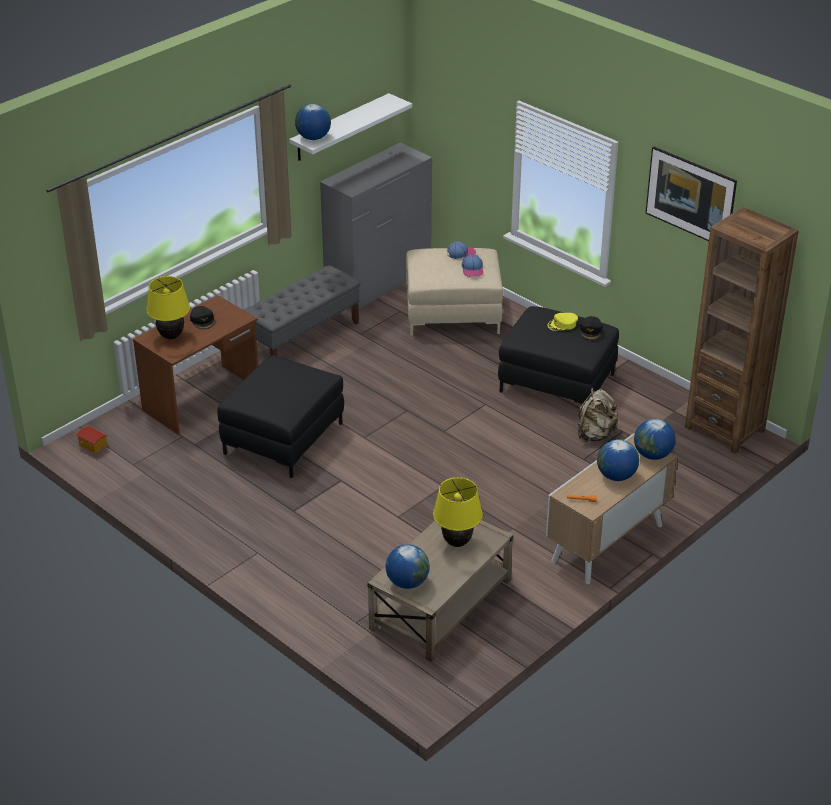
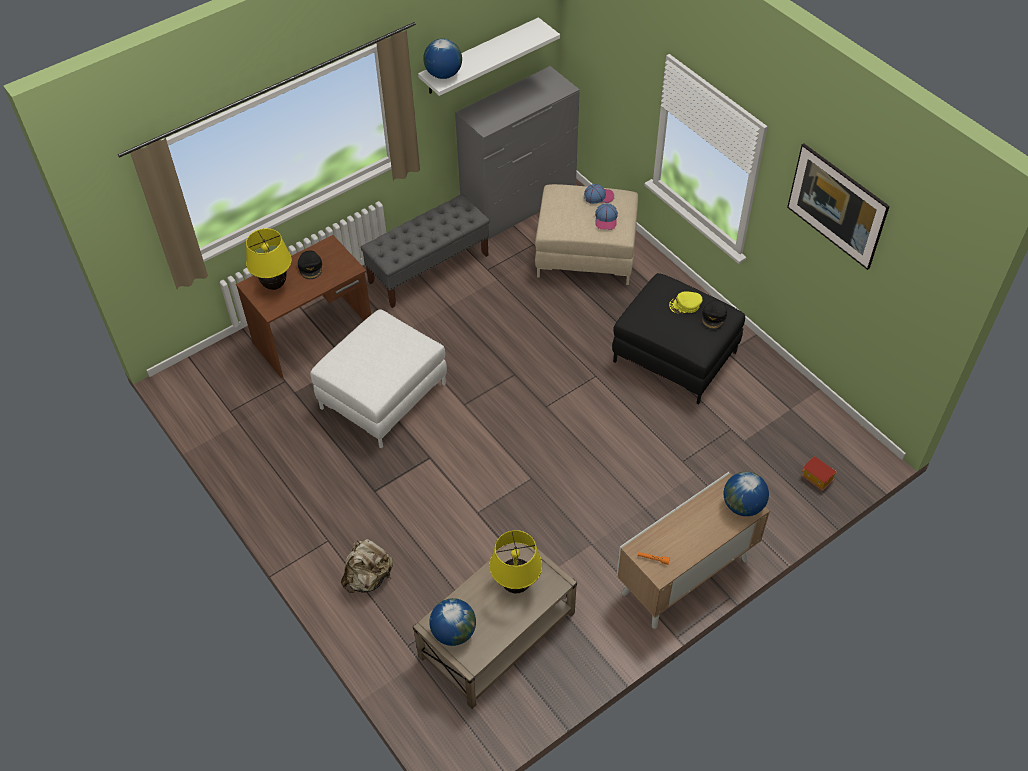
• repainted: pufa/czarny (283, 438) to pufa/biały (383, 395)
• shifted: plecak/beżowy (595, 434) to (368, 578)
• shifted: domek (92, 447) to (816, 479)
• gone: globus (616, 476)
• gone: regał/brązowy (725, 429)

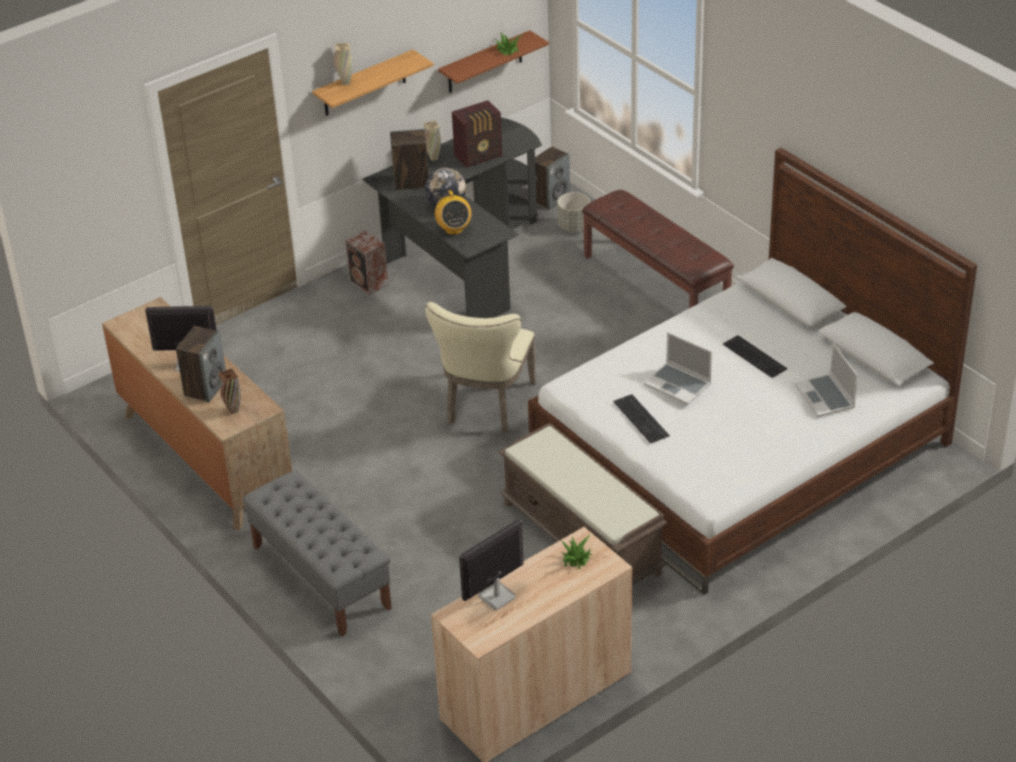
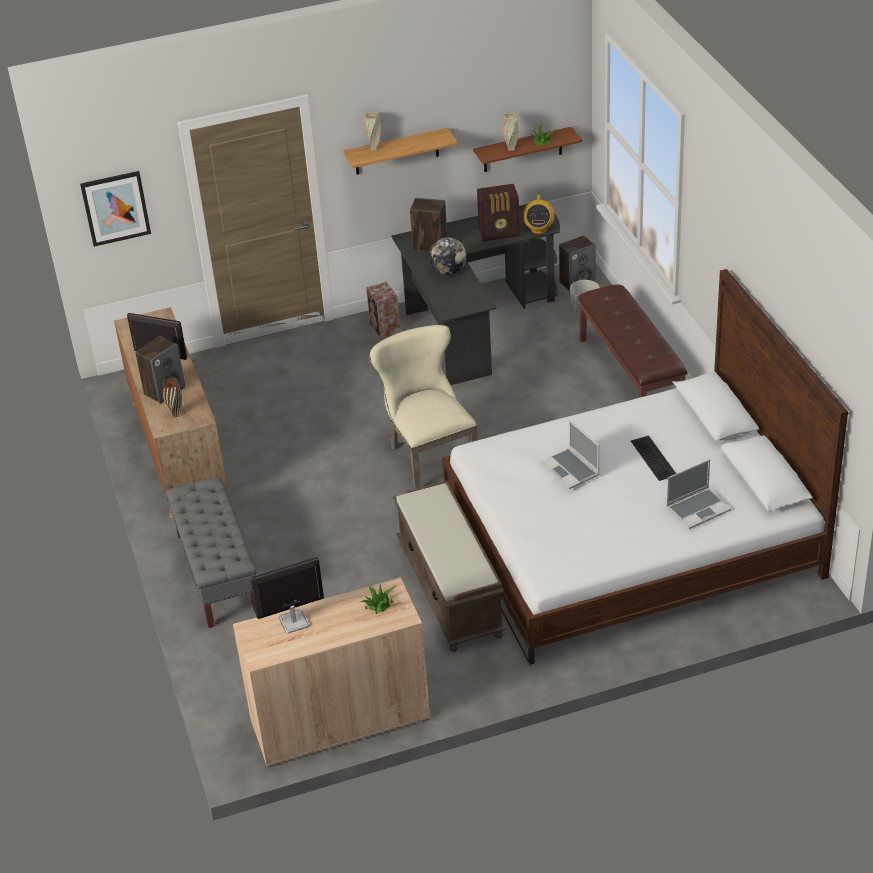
• new: obraz (115, 208)
• rotated: krzesło/beżowy (486, 406) = (428, 456) 120 degrees clockwise
• shifted: wazon/beżowy (433, 158) to (511, 148)
• shifted: radio (453, 229) to (538, 229)
• rotated: laptop (825, 397) = (698, 509) 120 degrees counterclockwise
• gone: klawiatura (642, 418)

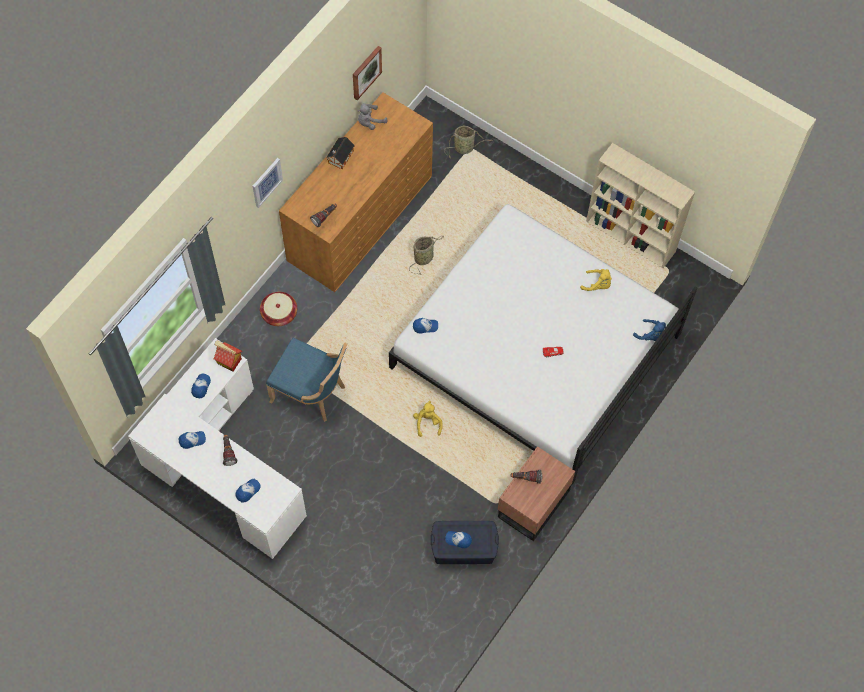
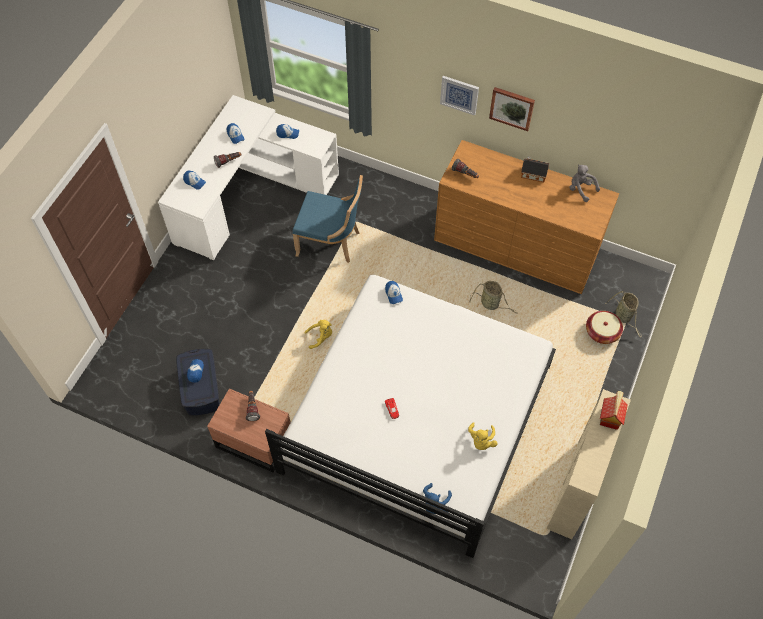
• rotated: krzesło/niebieski (311, 393) = (331, 242) 90 degrees counterclockwise
• shifted: obraz (366, 72) to (512, 108)
• shifted: koszyk (279, 314) to (602, 332)
• shifted: domek (228, 361) to (610, 417)

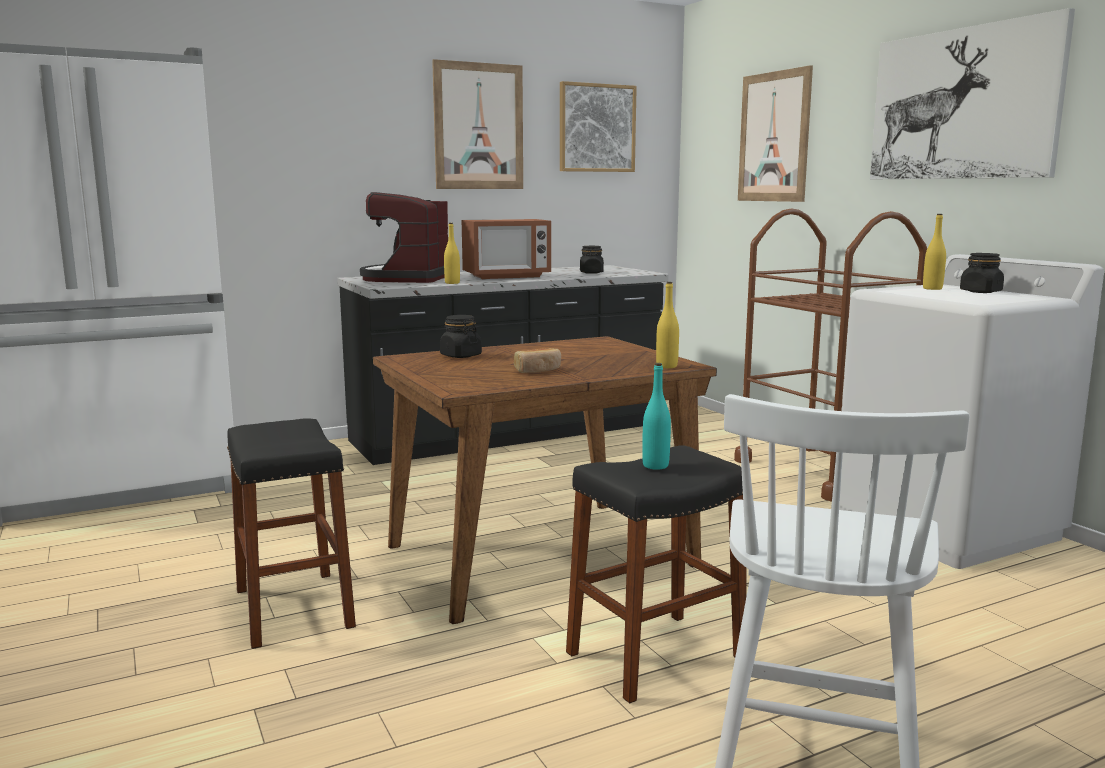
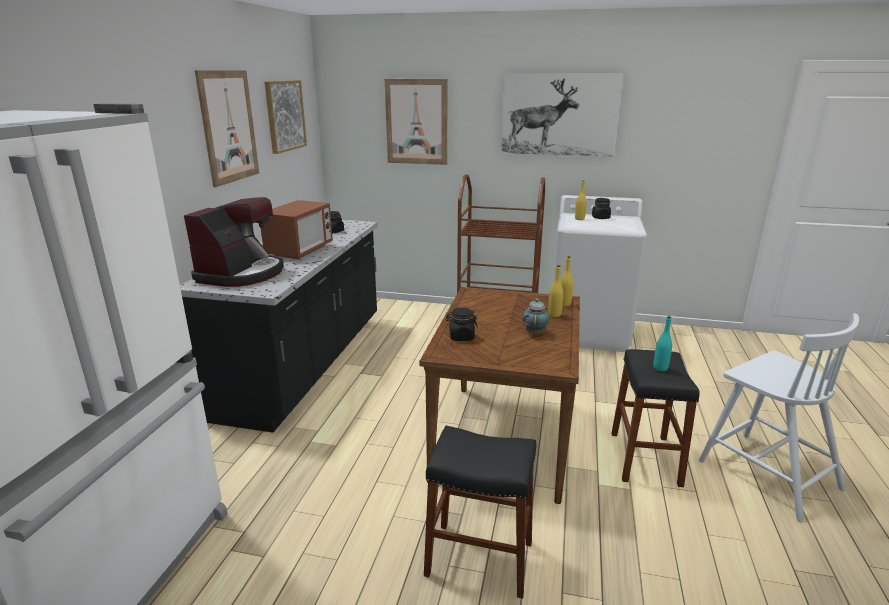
• rotated: ekspres do kawy (407, 278) = (242, 274) 120 degrees counterclockwise
• swapped: chleb (538, 370) to imbryk (535, 332)
• shifted: butelka/żółty (452, 283) to (554, 314)

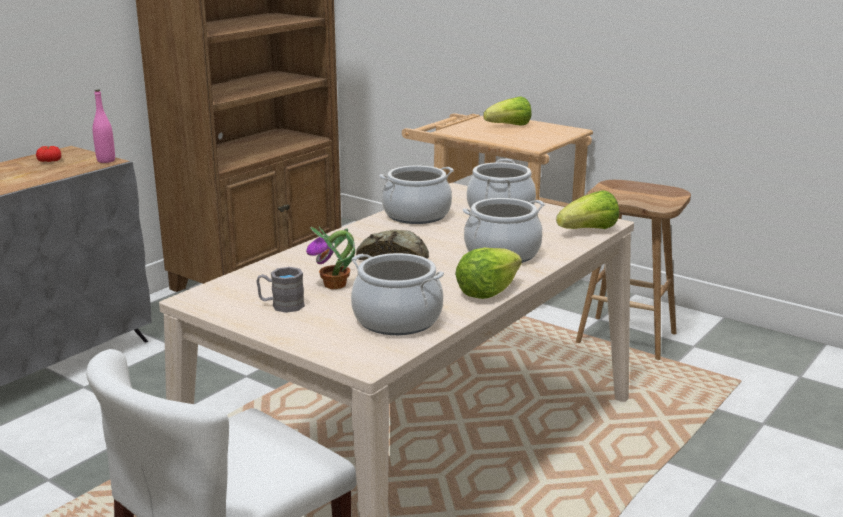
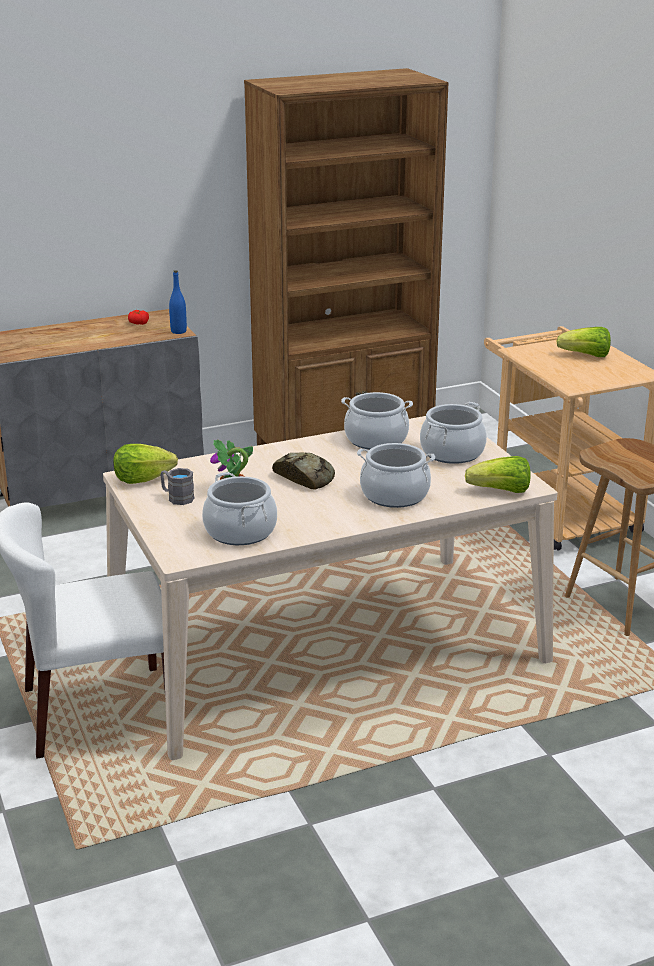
• shifted: sałata (487, 292) to (142, 479)
• repainted: butelka/różowy (106, 160) to butelka/niebieski (178, 331)

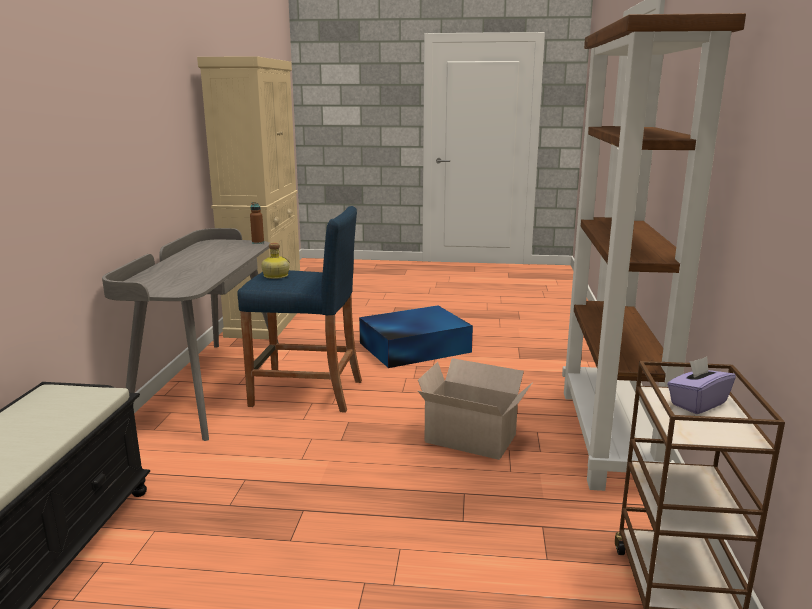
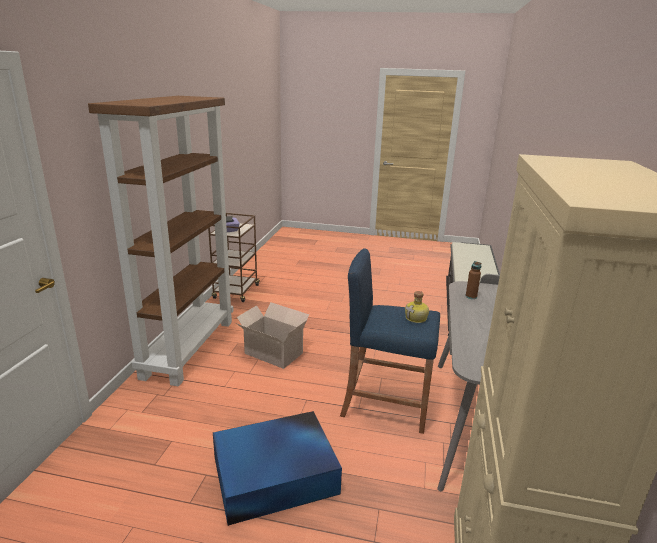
• shifted: butelka/brązowy (258, 242) to (471, 296)

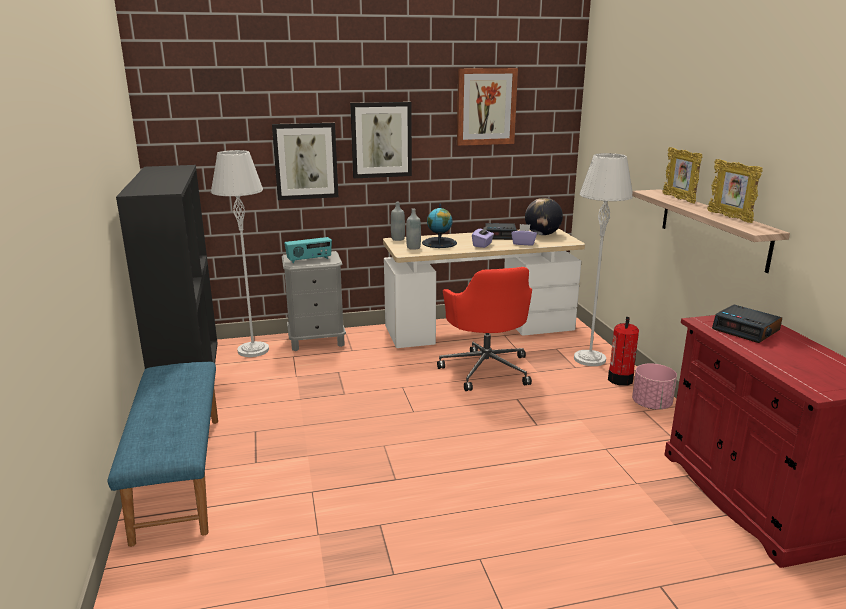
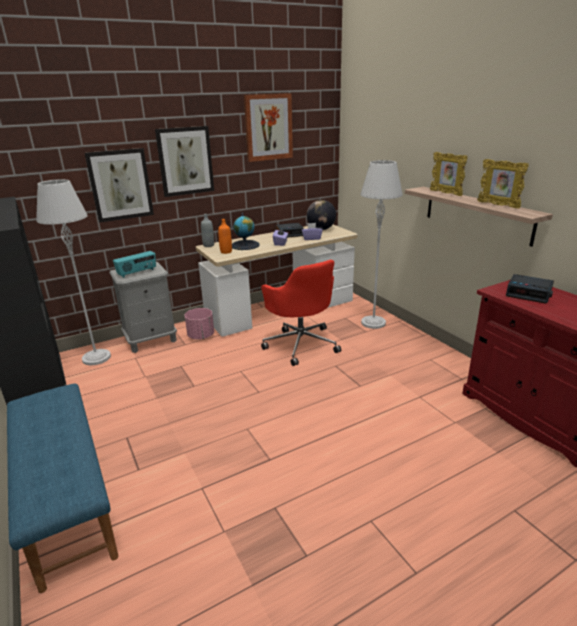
• shifted: donica/różowy (651, 404) to (201, 336)
• repainted: butelka/szary (413, 247) to butelka/pomarańczowy (226, 252)
• gone: gaśnica (620, 379)

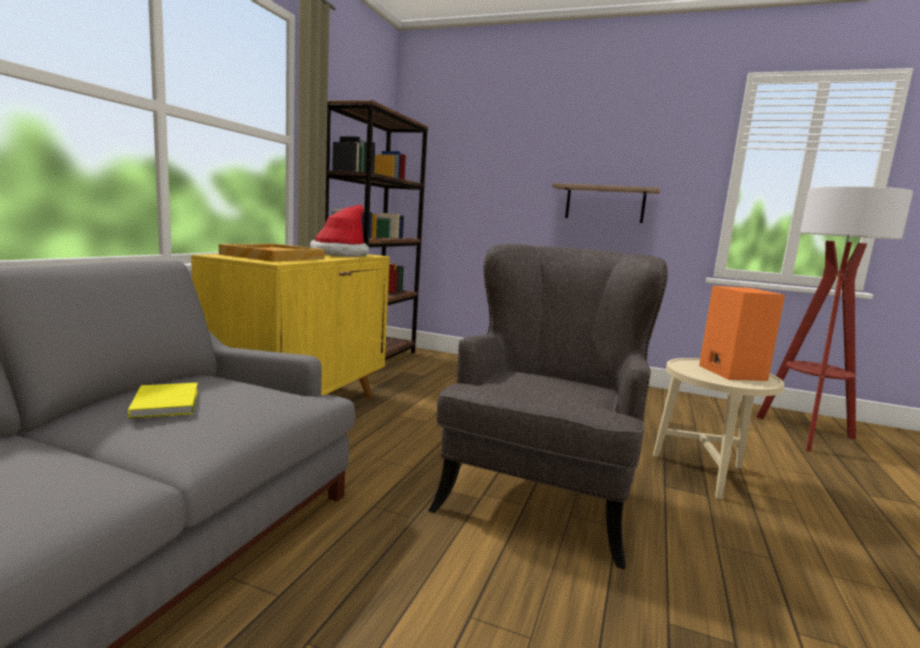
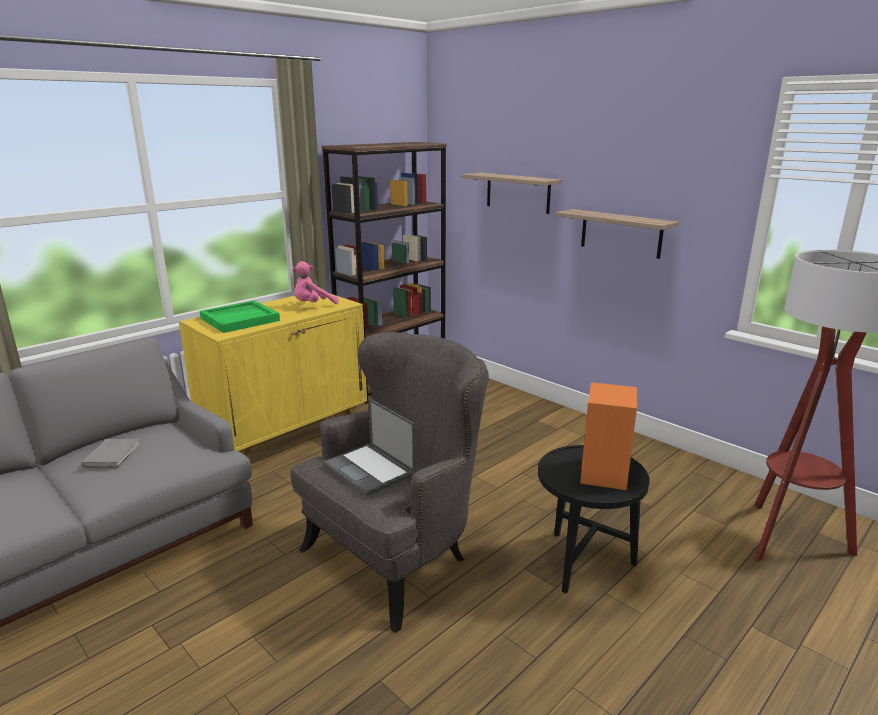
• repainted: książka/żółty (167, 402) to książka/szary (114, 454)
• repainted: taca/beżowy (273, 256) to taca/zielony (240, 319)
• swapped: kapelusz (339, 254) to pluszak/różowy (313, 305)
• new: laptop (370, 469)
• new: półka (518, 192)
• repainted: stolik/beżowy (704, 474) to stolik/czarny (583, 564)

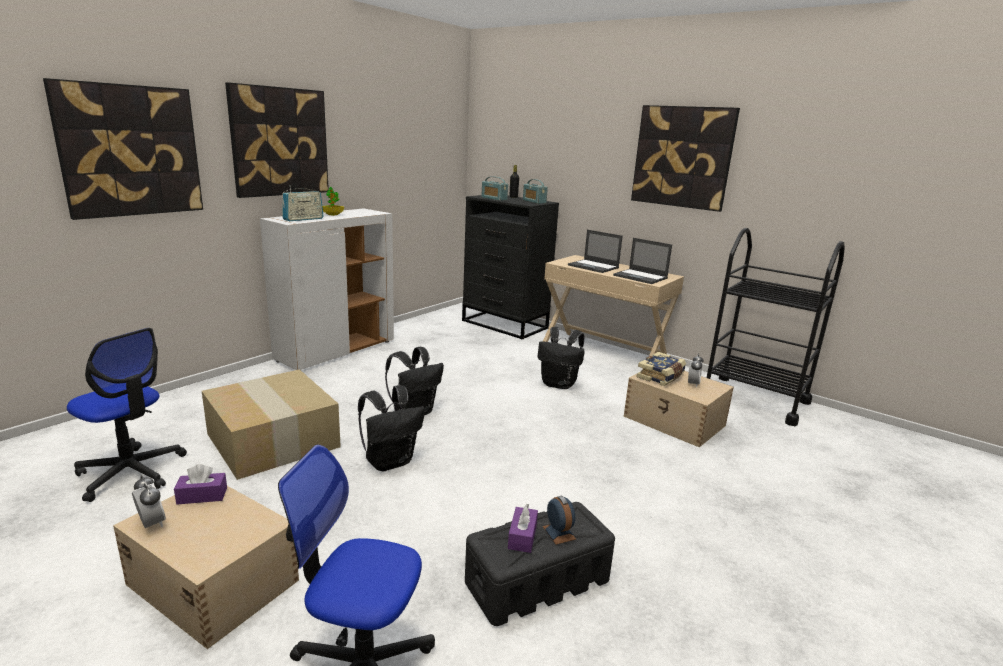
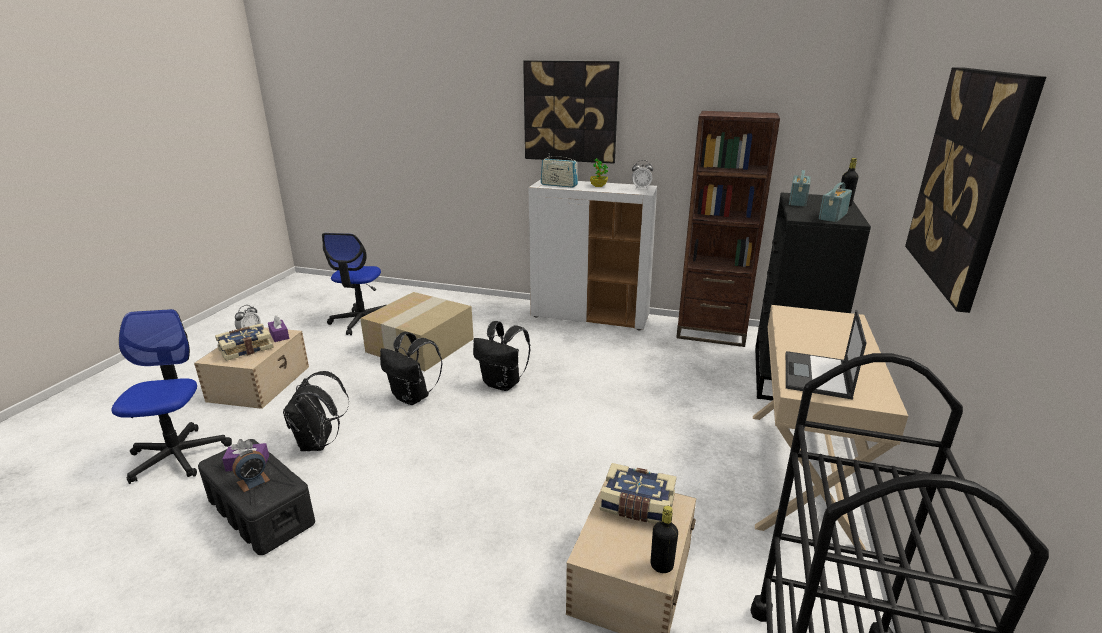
• new: książka (245, 348)
• shifted: plecak/czarny (559, 384) to (319, 444)
• shifted: budzik (693, 384) to (641, 188)
• new: butelka/czarny (661, 566)
• new: regał/brązowy (711, 332)
• gone: obraz (130, 151)
• gone: laptop (594, 266)

